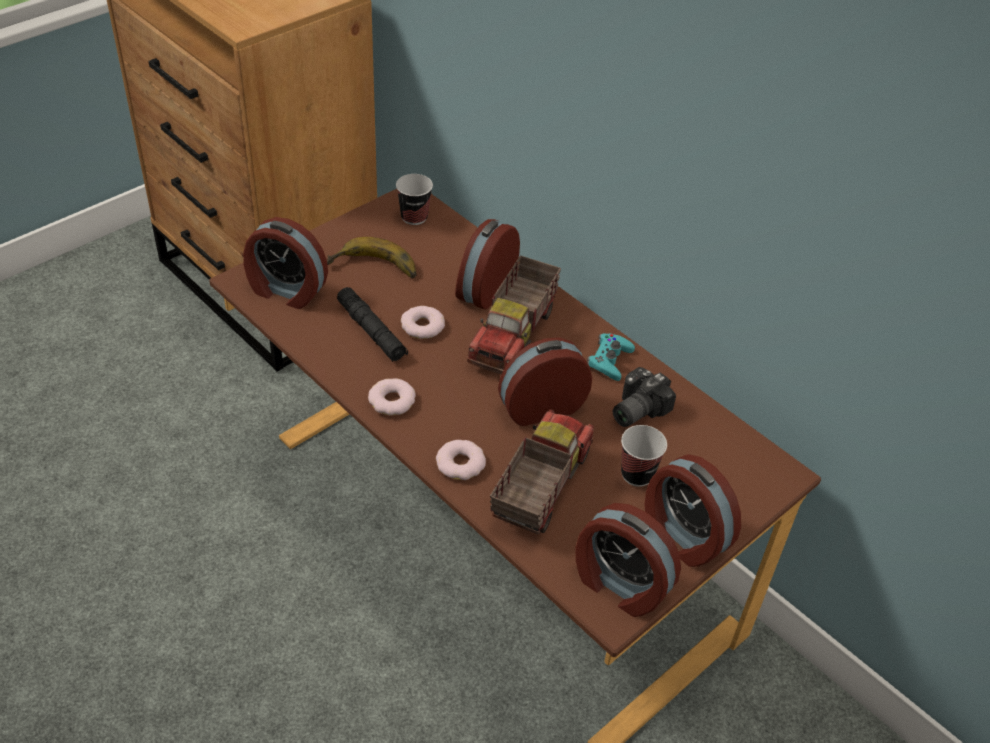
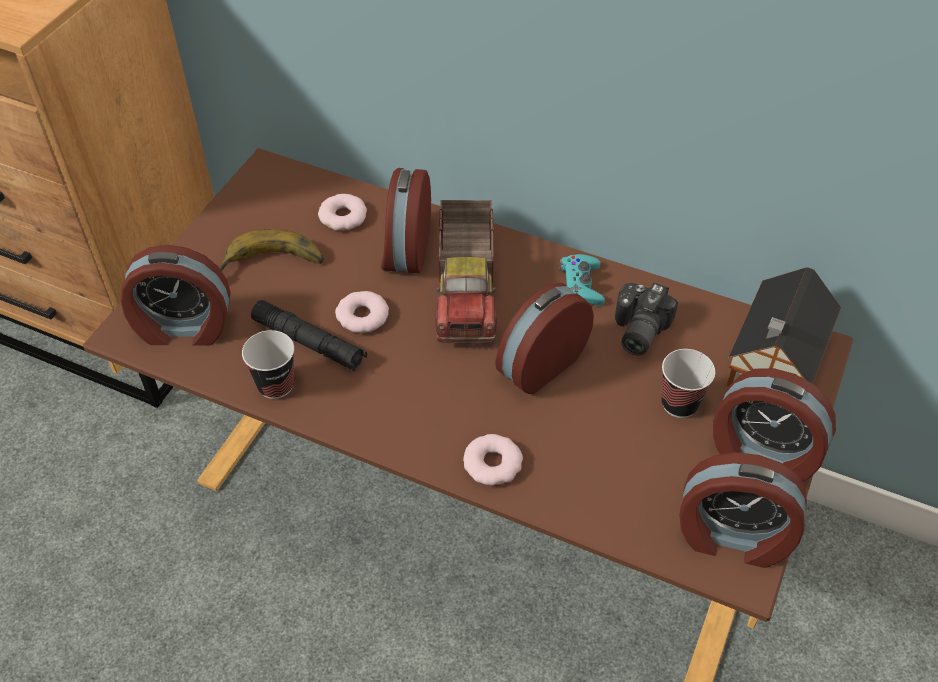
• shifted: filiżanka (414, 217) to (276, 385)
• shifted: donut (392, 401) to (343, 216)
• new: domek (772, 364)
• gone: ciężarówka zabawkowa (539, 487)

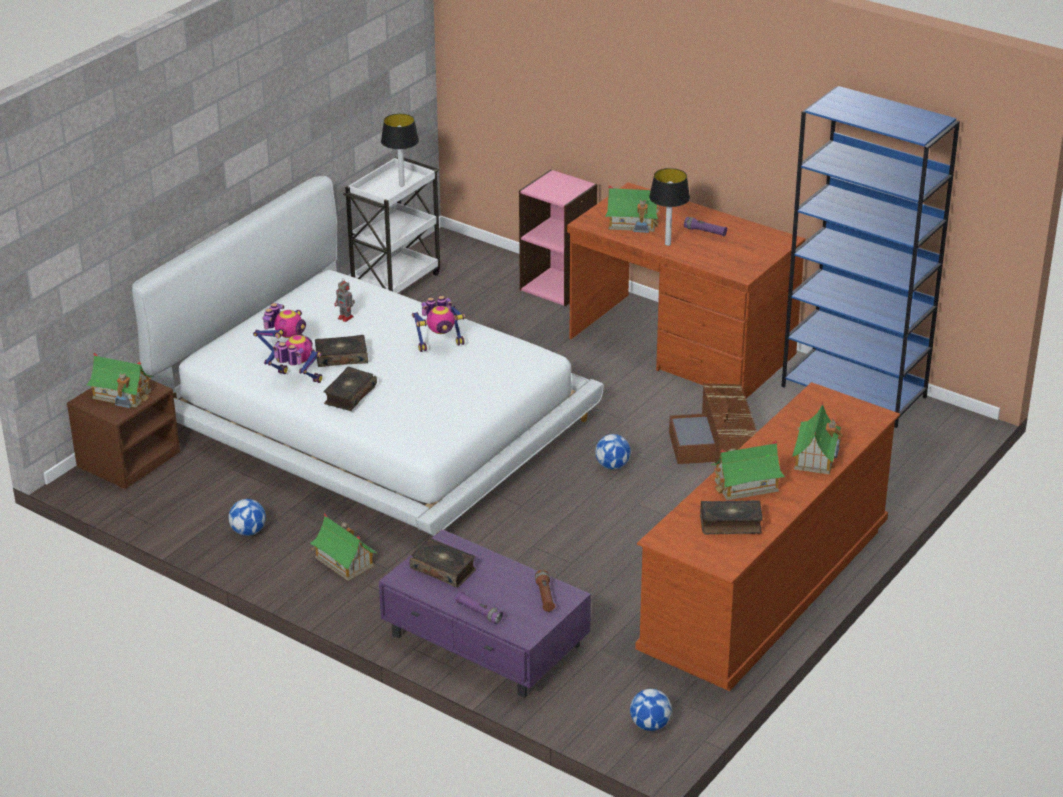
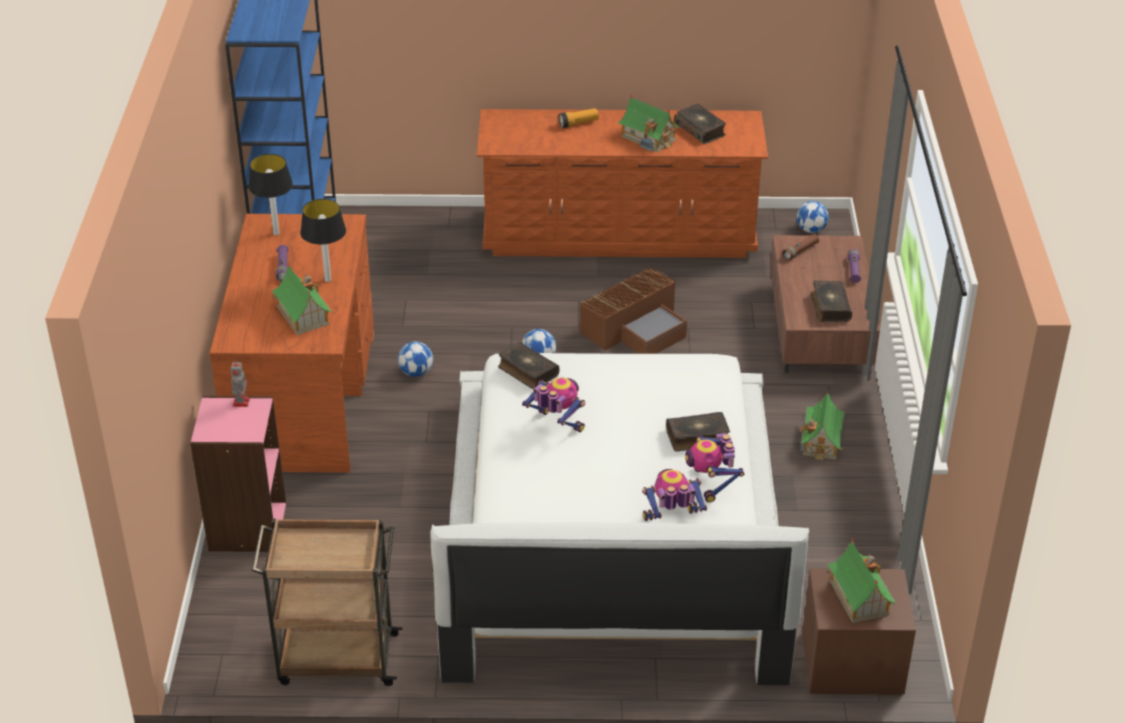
• shifted: robot zabawkowy (346, 318) to (241, 402)
• shifted: lampa stołowa (401, 185) to (276, 233)
• repainted: wózek/biały (396, 282) to wózek/brązowy (336, 659)
• shifted: piłka futbolowa (248, 532) to (416, 372)
• shifted: książka (341, 357) to (527, 372)
• swapped: domek (815, 456) to latarka (578, 123)
• shifted: pojemnik do przechowywania/brązowy (717, 445) to (636, 327)
• repainted: ława/fioletowy (486, 641) to ława/brązowy (820, 327)

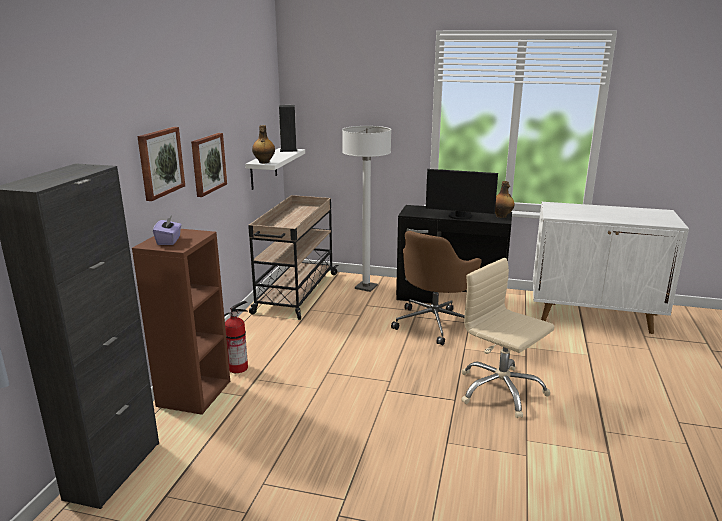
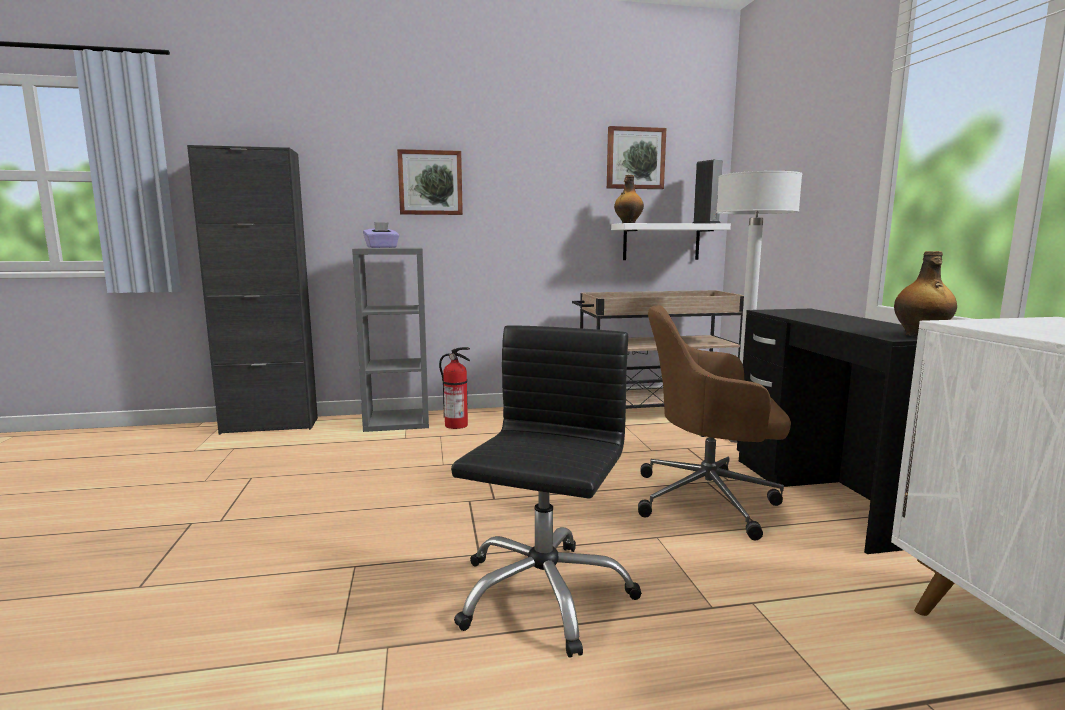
• repainted: regał/brązowy (194, 393) to regał/szary (398, 421)
• repainted: krzesło biurowe/beżowy (500, 391) to krzesło biurowe/czarny (542, 593)
• shifted: obraz (207, 164) to (635, 158)
• gone: monitor (460, 217)

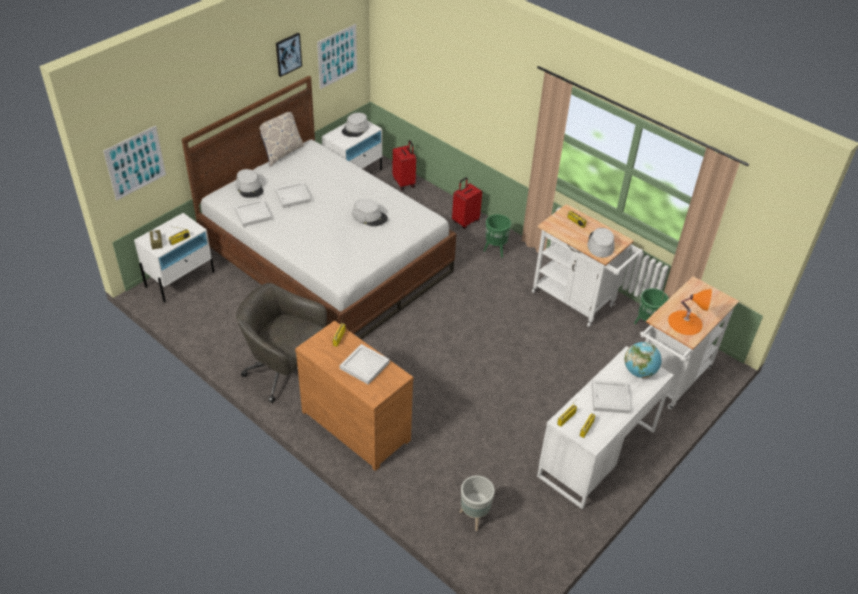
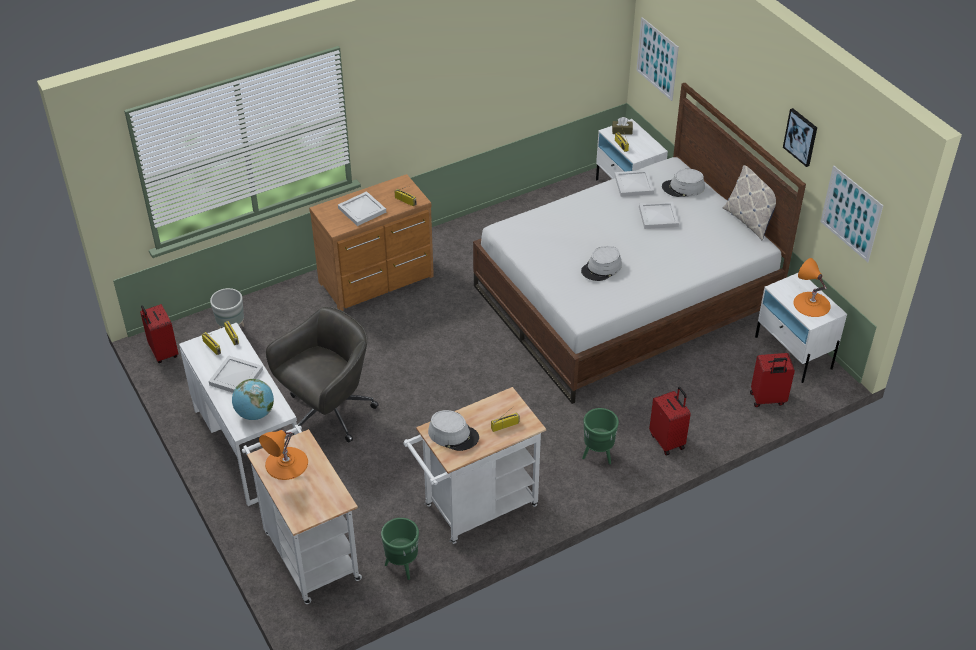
• new: walizka/czerwony (163, 353)
• shifted: krzesło biurowe/szary (285, 373) to (328, 413)
• swapped: kapelusz/szary (355, 129) to lampa stołowa/pomarańczowy (811, 304)

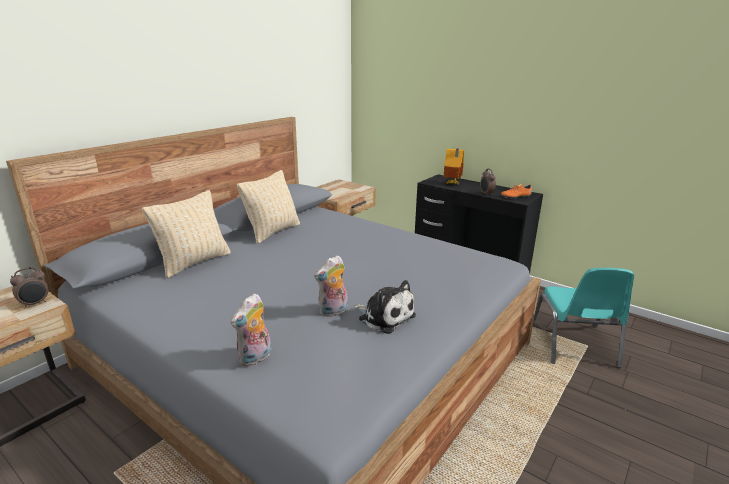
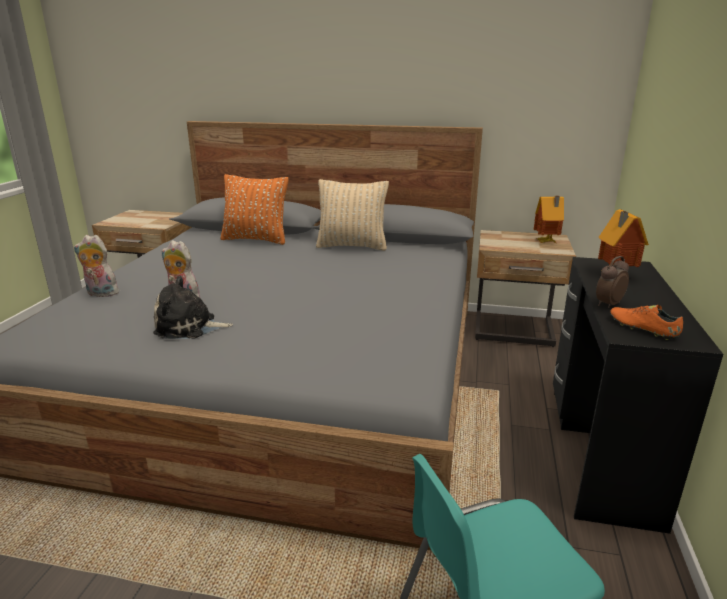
• rotated: pluszak (384, 317) = (189, 327) 75 degrees clockwise
• repainted: poduszka/beżowy (194, 262) to poduszka/pomarańczowy (256, 239)
• new: domek (546, 242)
• gone: budzik (35, 304)

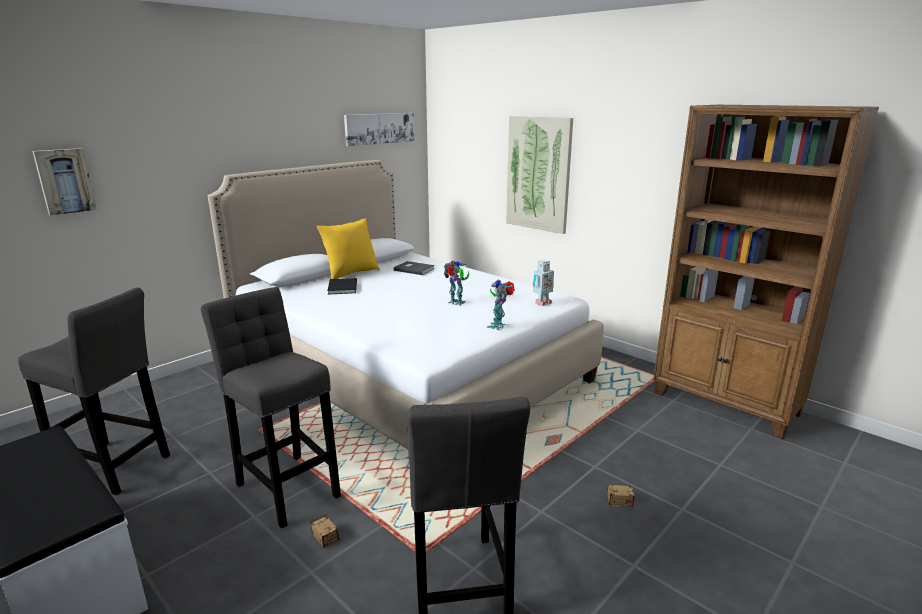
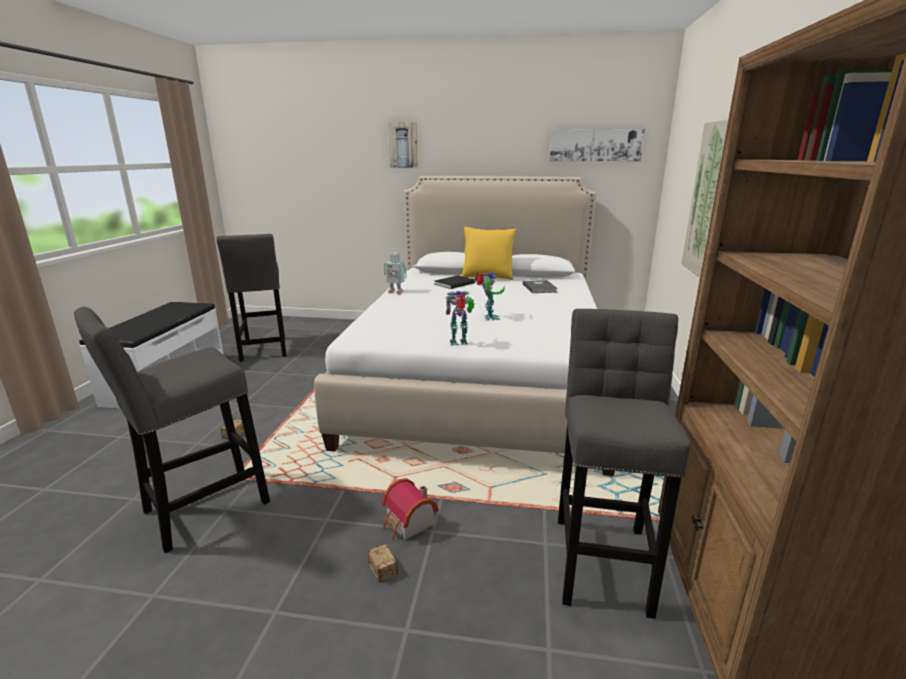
• new: domek (408, 524)
• shifted: robot zabawkowy (541, 303) to (395, 292)
• shifted: obraz (65, 181) to (403, 145)
• shifted: stołek/szary (286, 486) to (602, 557)

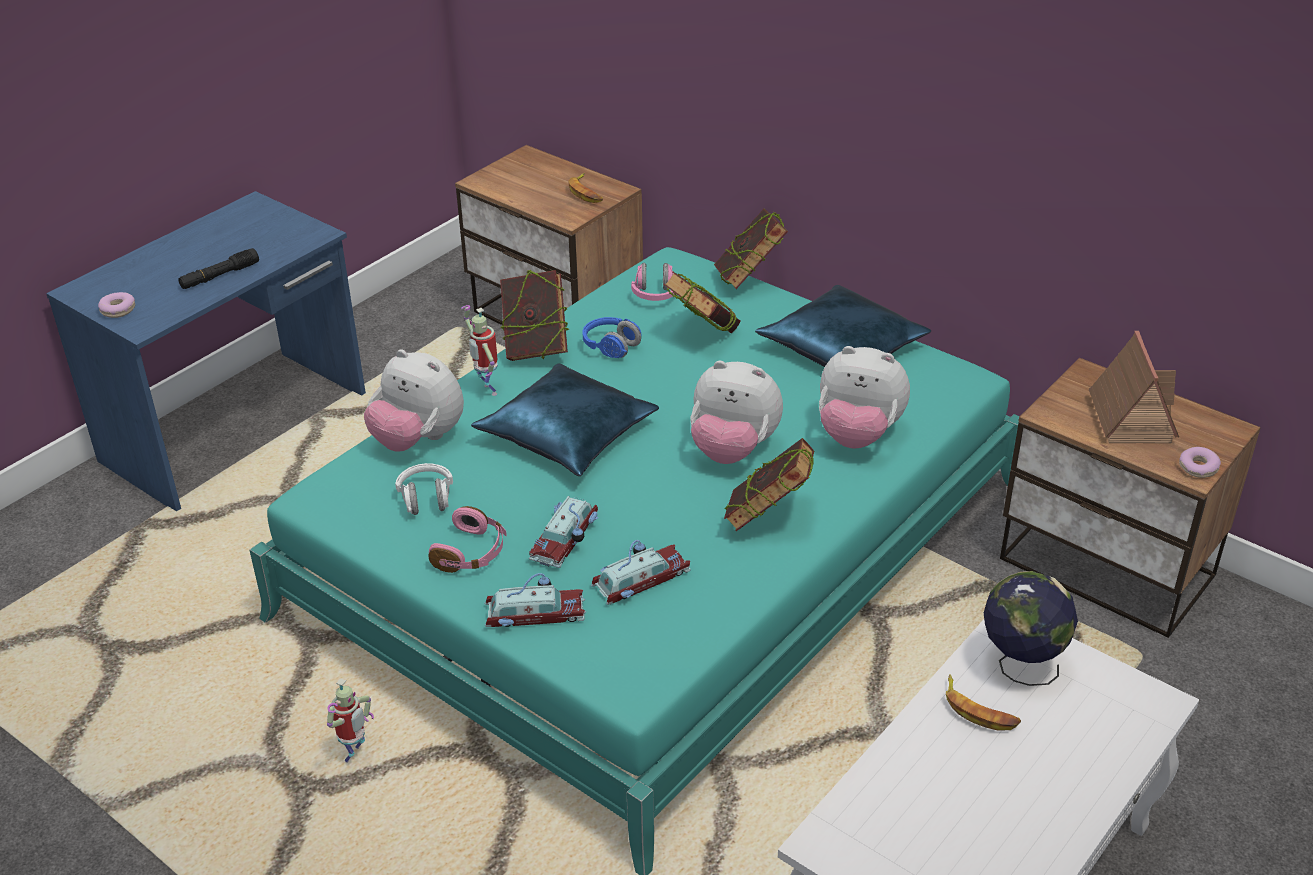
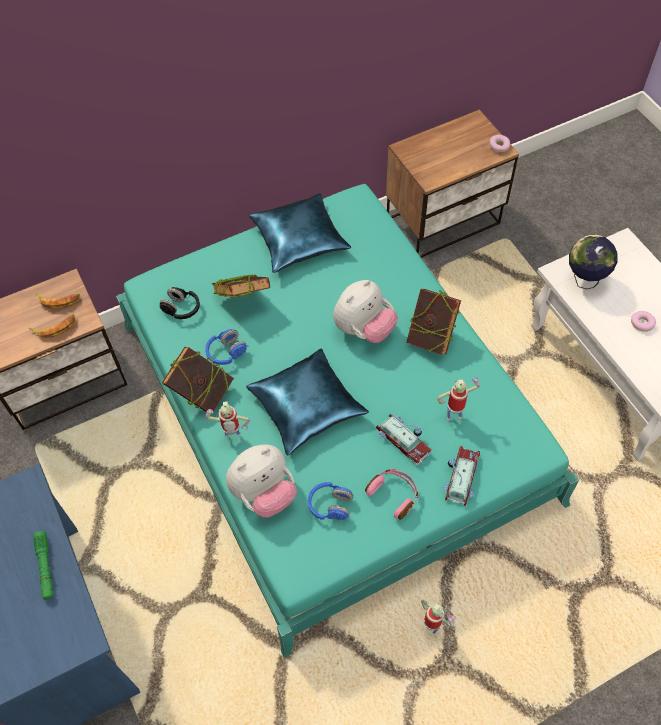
• shifted: banan (978, 710) to (55, 327)
• repainted: latarka/czarny (220, 276) to latarka/zielony (45, 567)
• repainted: słuchawki/różowy (655, 295) to słuchawki/czarny (181, 309)
• repainted: słuchawki/biały (426, 499) to słuchawki/niebieski (330, 506)
• swapped: samochodzik (639, 579) to robot zabawkowy (454, 416)
• shifted: donut (118, 310) to (642, 323)
• gone: książka (749, 280)
• gone: pluszak (858, 435)
• gone: domek (1129, 417)

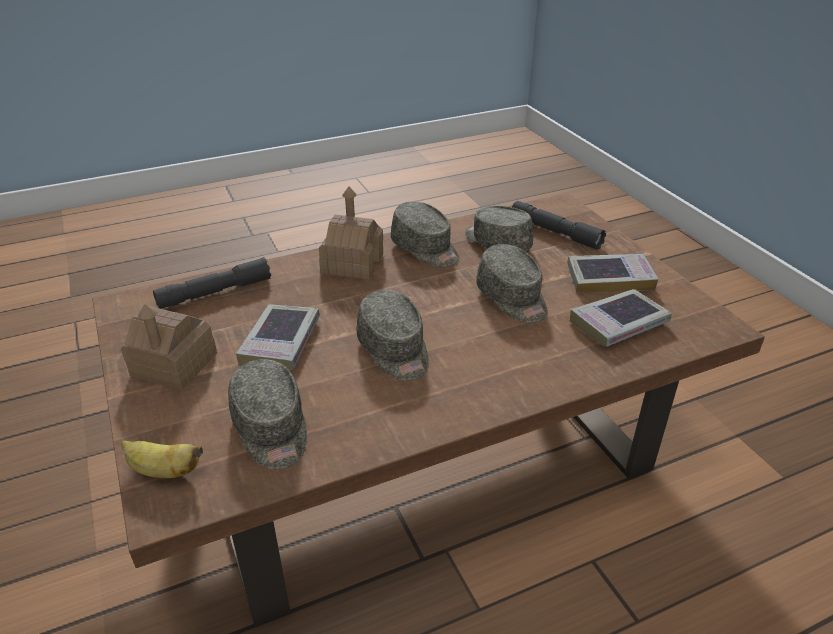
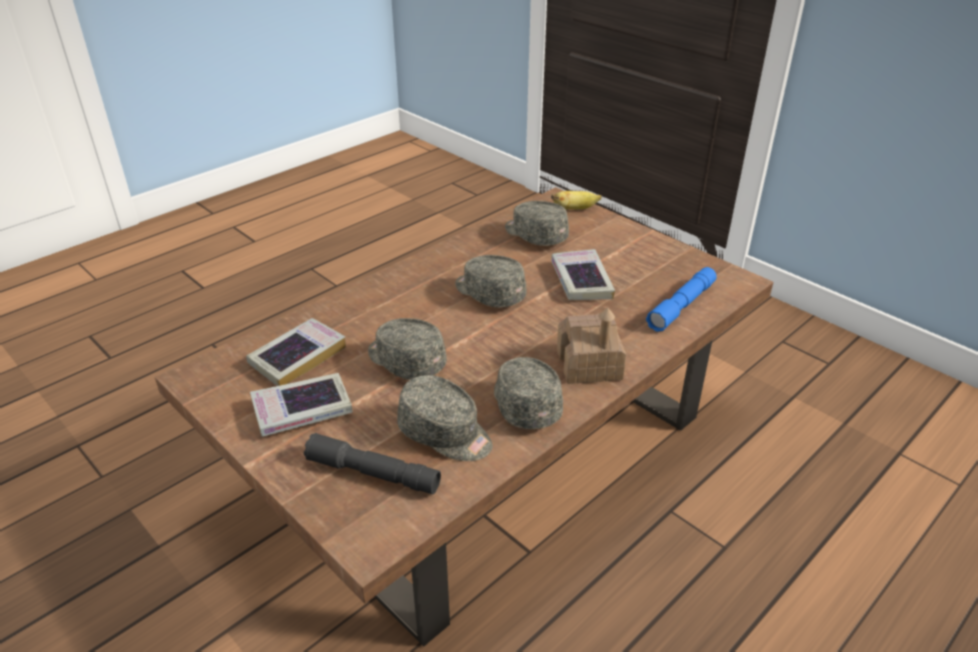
• rotated: czapka z daszkiem/szary (426, 249) = (524, 403) 45 degrees clockwise
• repainted: latarka/szary (215, 292) to latarka/niebieski (681, 306)
• gone: domek (174, 364)

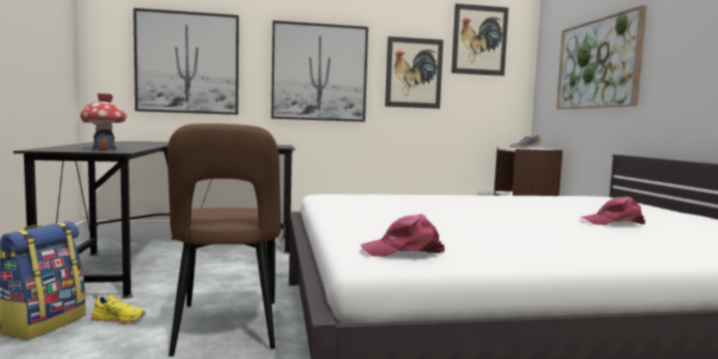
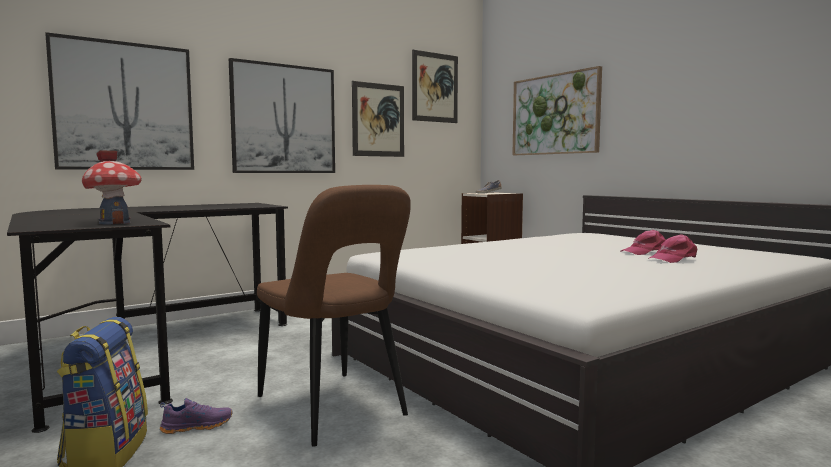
• repainted: but/żółty (119, 319) to but/fioletowy (197, 426)
• shifted: czapka z daszkiem/różowy (404, 251) to (673, 259)

